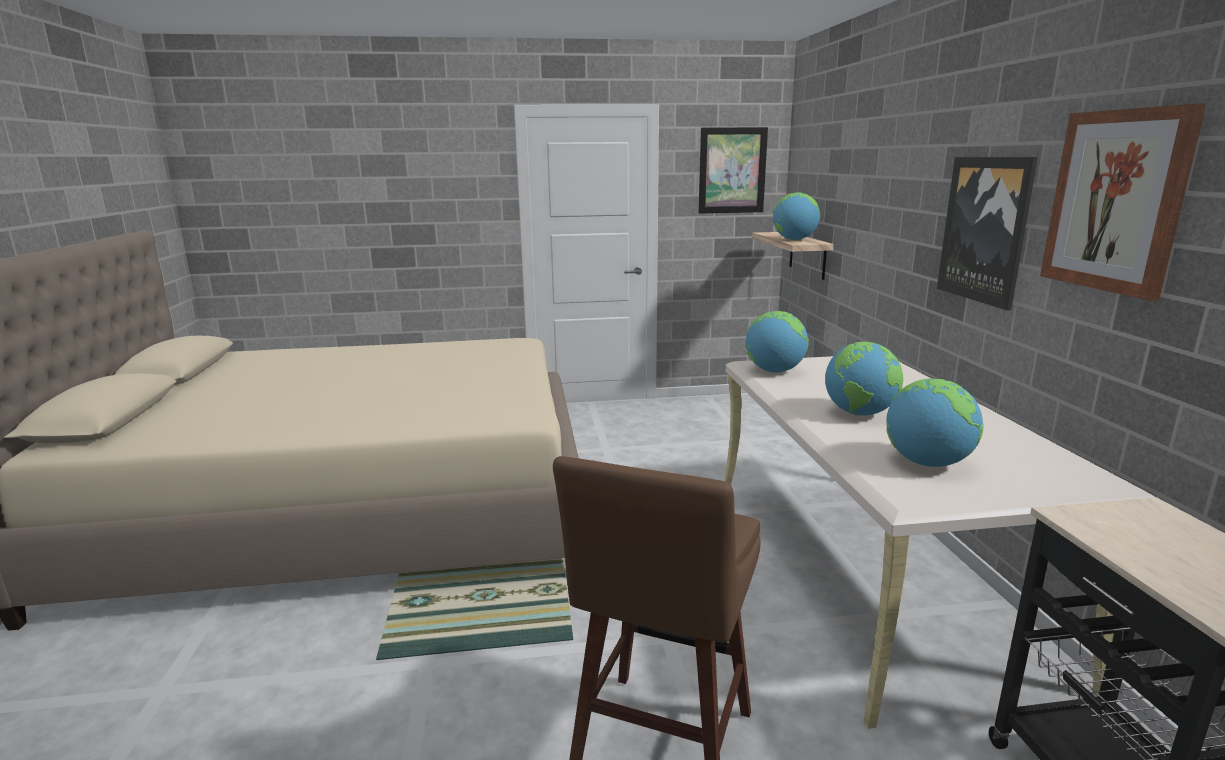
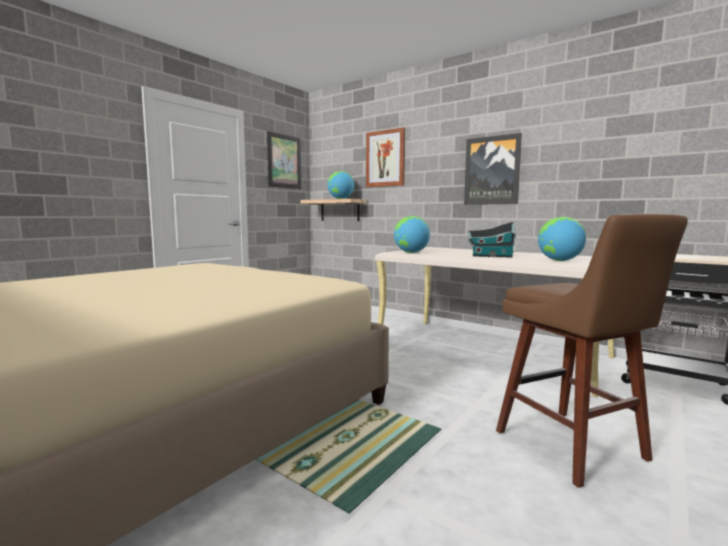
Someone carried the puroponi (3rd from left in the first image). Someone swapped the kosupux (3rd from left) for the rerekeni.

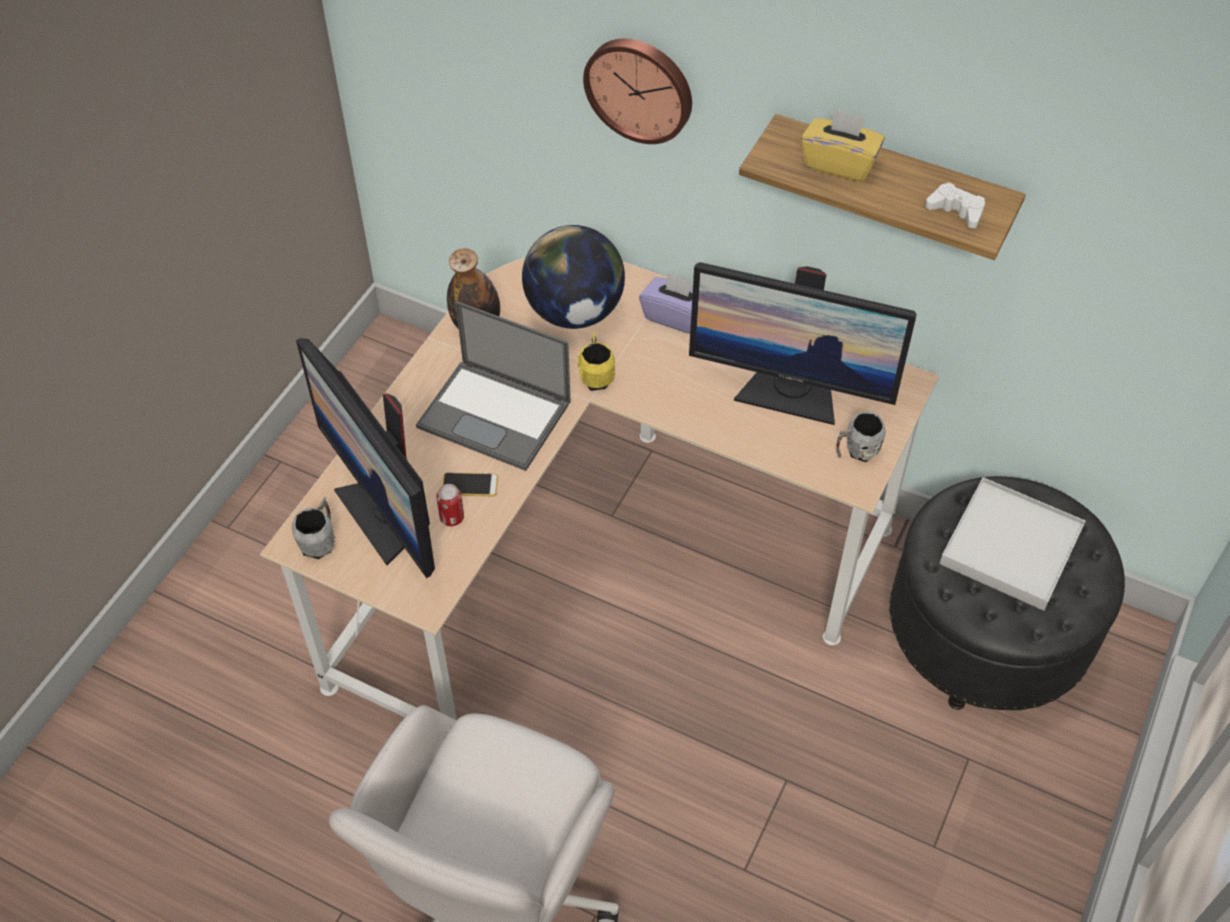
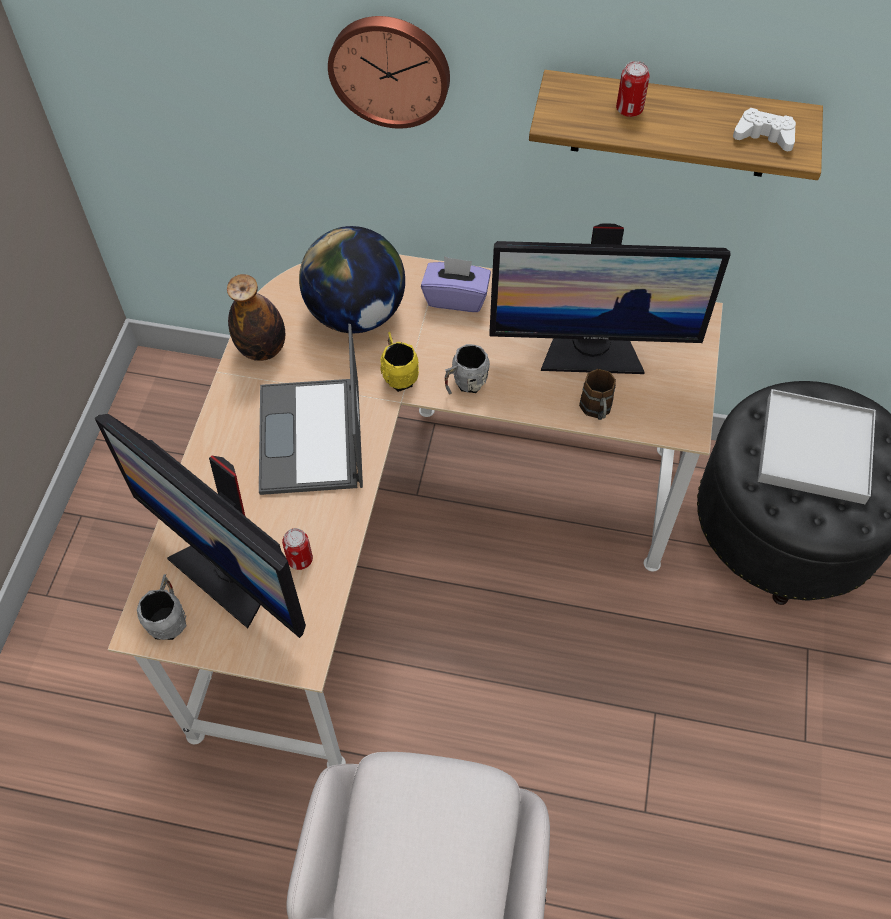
Someone rotated the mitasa by 75 degrees clockwise. Someone carried the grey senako (2nd from left). Someone put down the brown senako. Someone swapped the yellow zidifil for the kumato (2nd from left). Someone took away the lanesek.

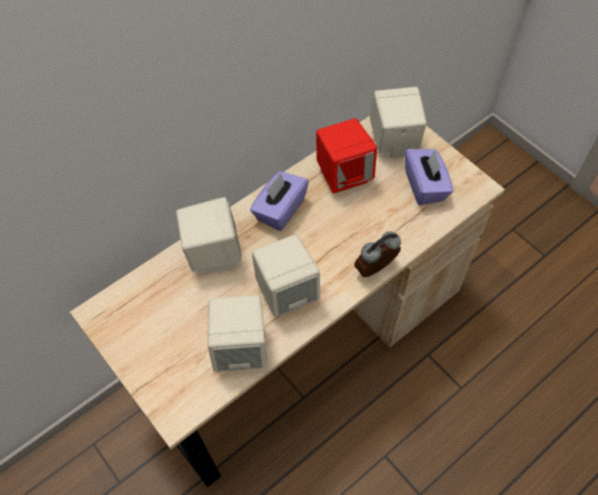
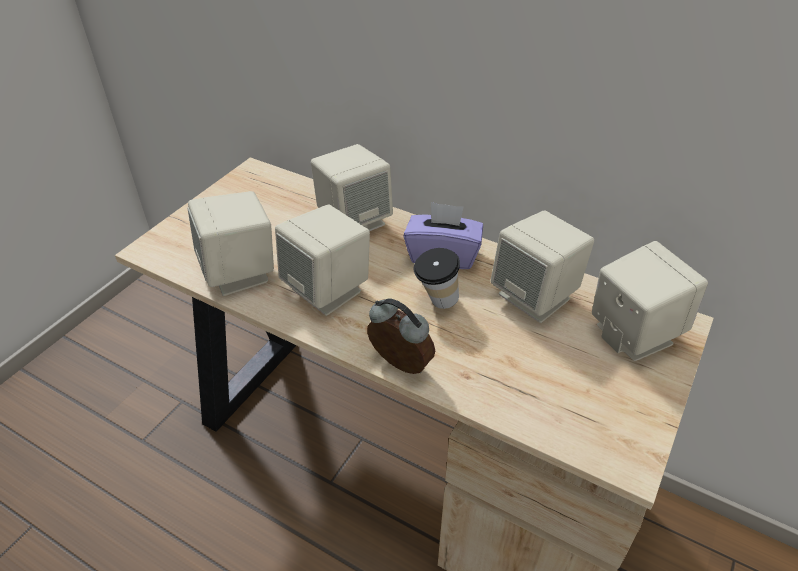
Someone put down the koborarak. Someone repainted the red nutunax, which became the beige nutunax (4th from left). Someone took away the purple zidifil (2nd from left).

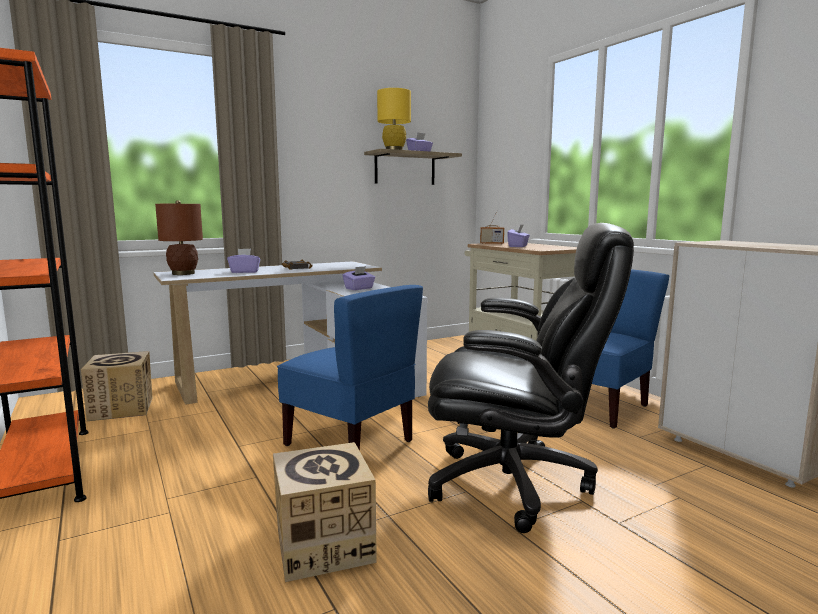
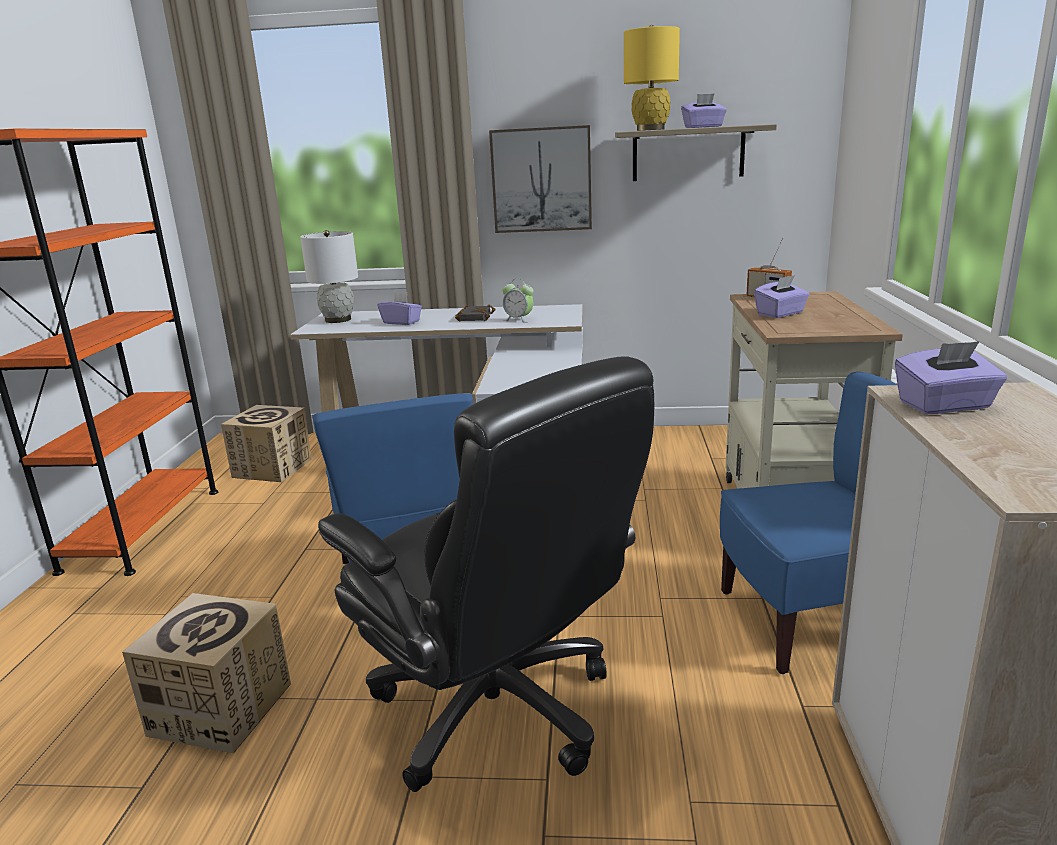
Someone repainted the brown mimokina, which became the white mimokina. Someone put up the puroponi. Someone put down the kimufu. Someone carried the purple zidifil (2nd from left in the first image).

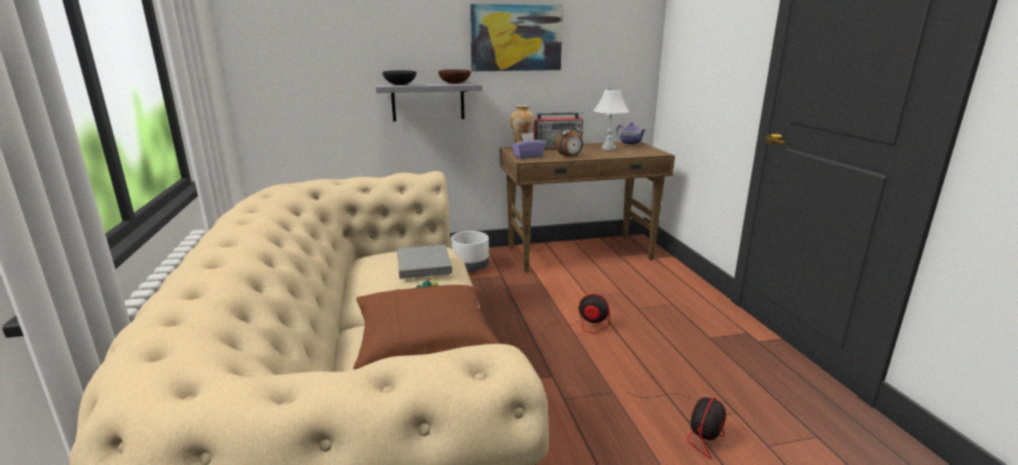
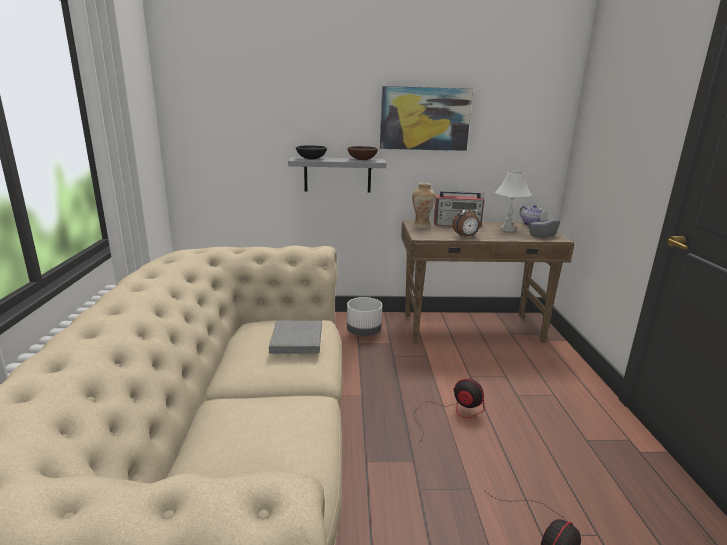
Someone put down the grey zidifil. Someone took away the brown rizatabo. Someone took away the purple zidifil.

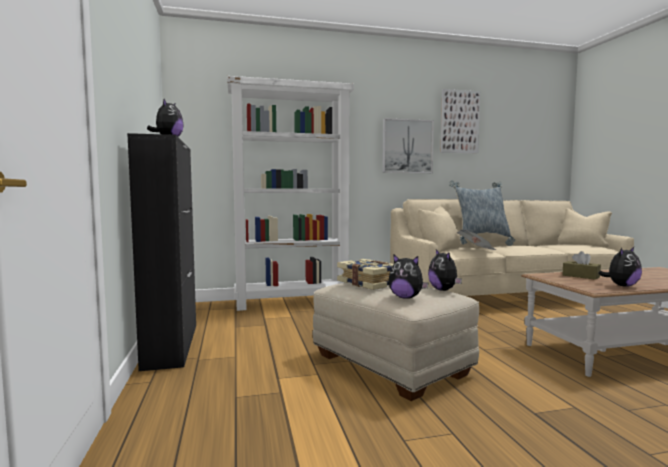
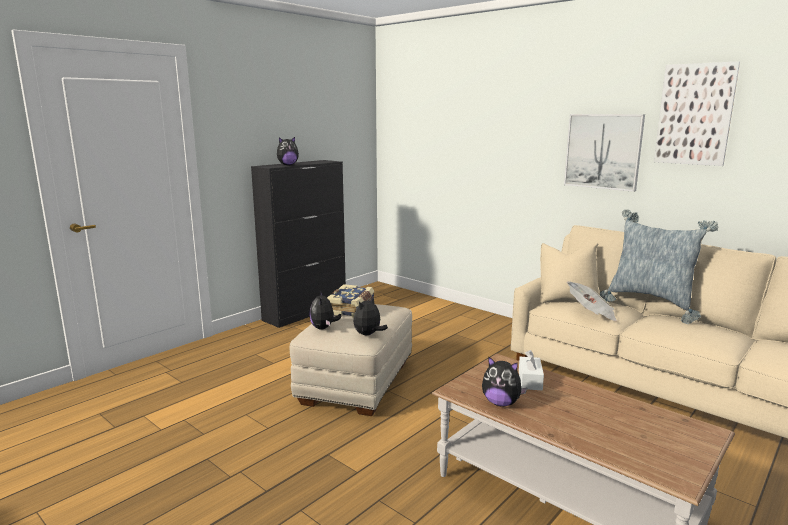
Someone repainted the brown zidifil, which became the white zidifil. Someone took away the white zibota.

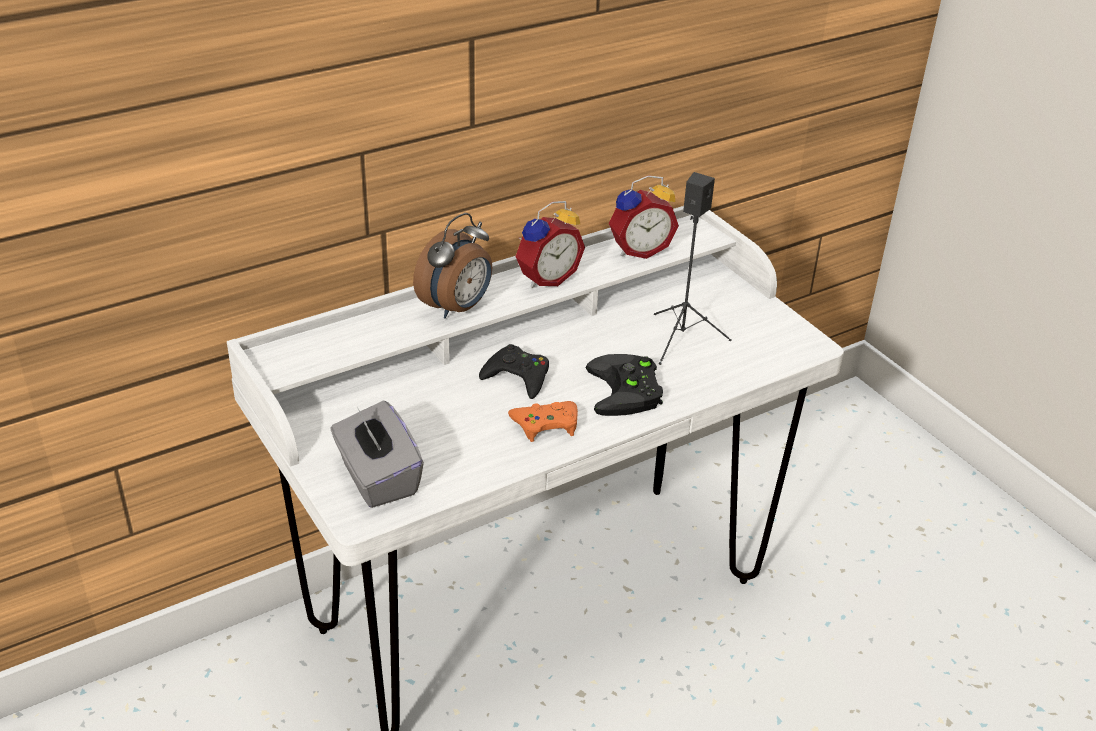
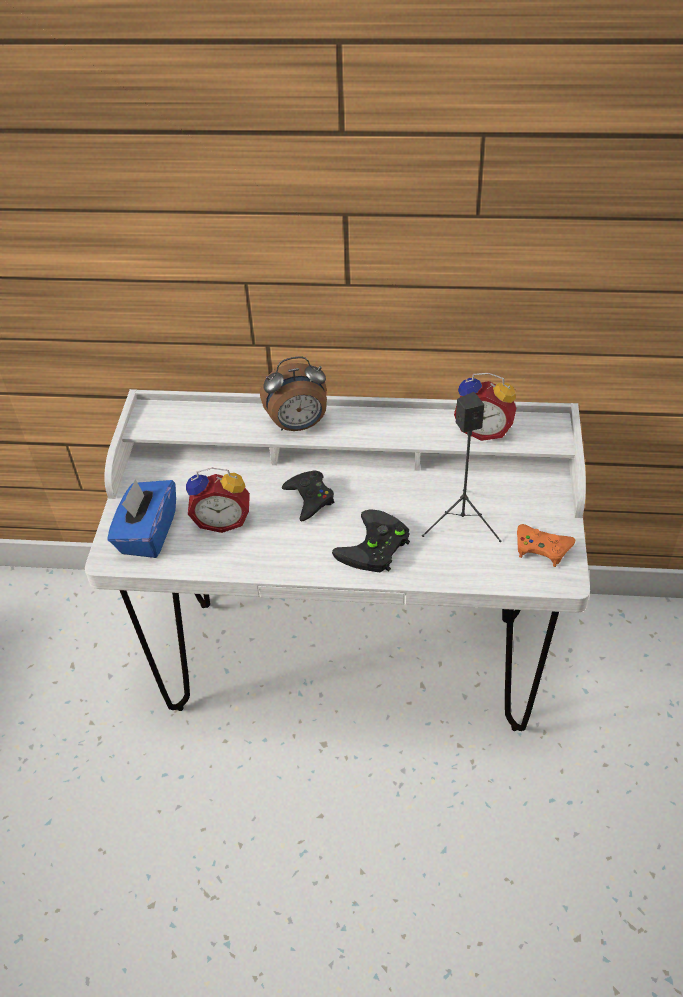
Someone repainted the grey zidifil, which became the blue zidifil. Someone carried the kimufu (2nd from left in the first image). Someone carried the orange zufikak.

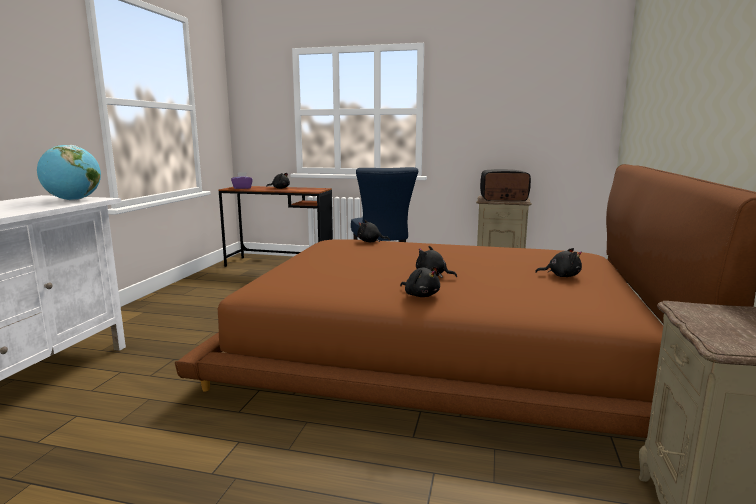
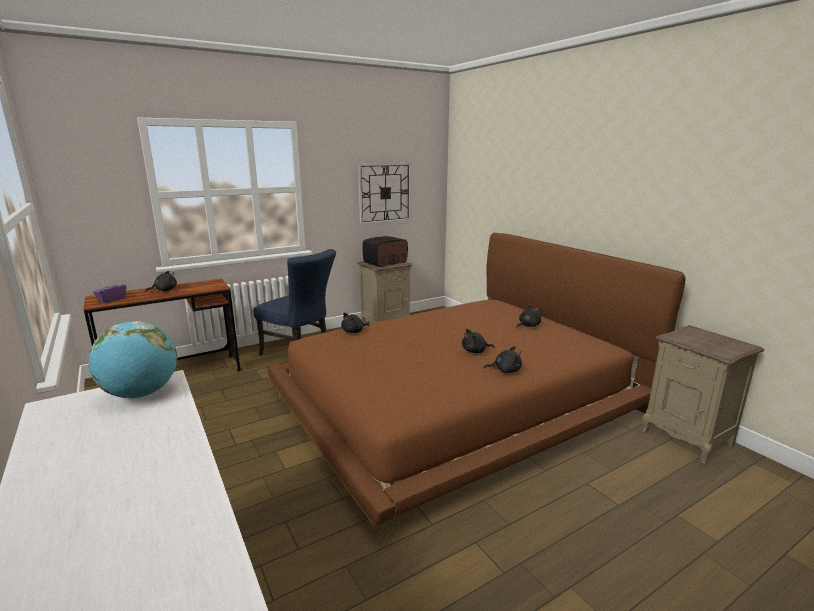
Someone put up the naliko.

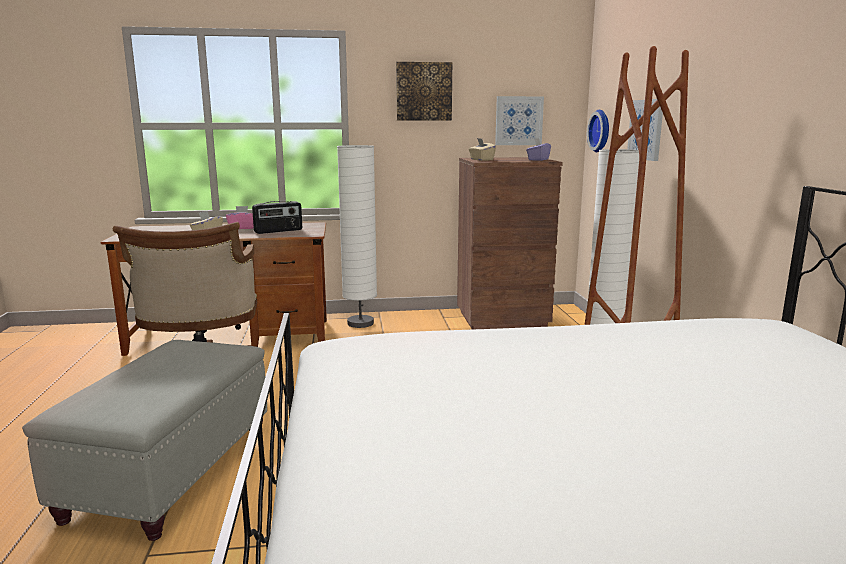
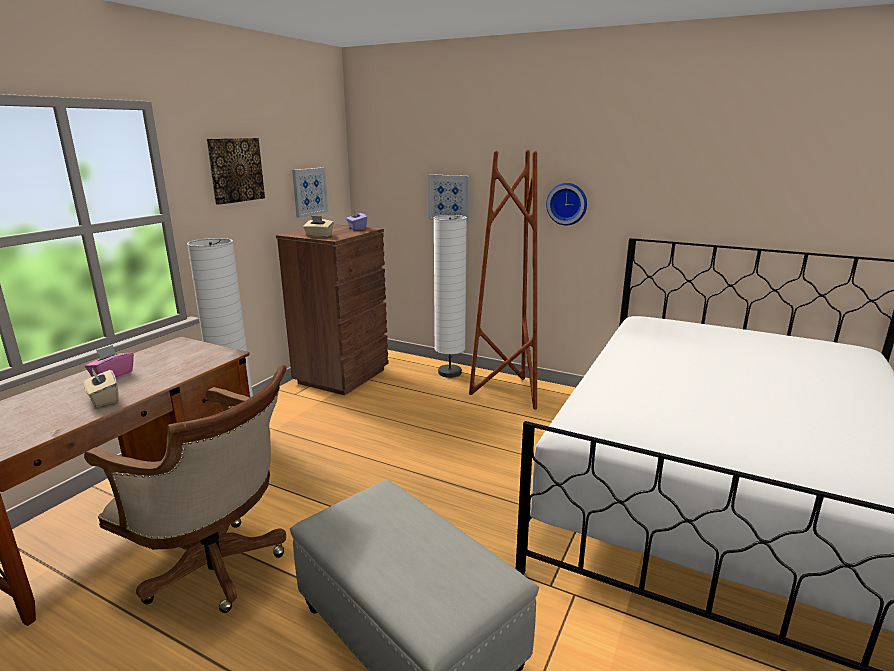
Someone carried the naliko. Someone took away the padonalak.

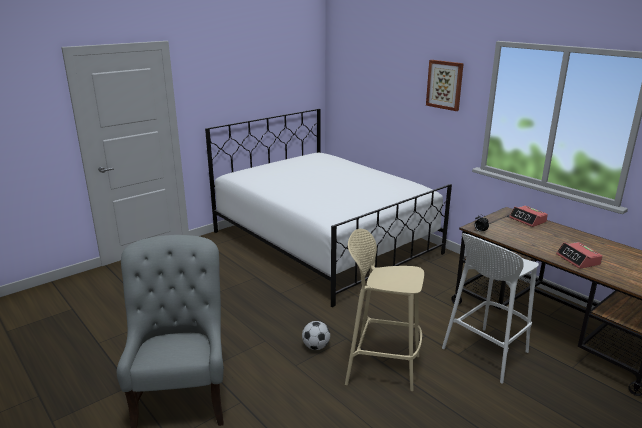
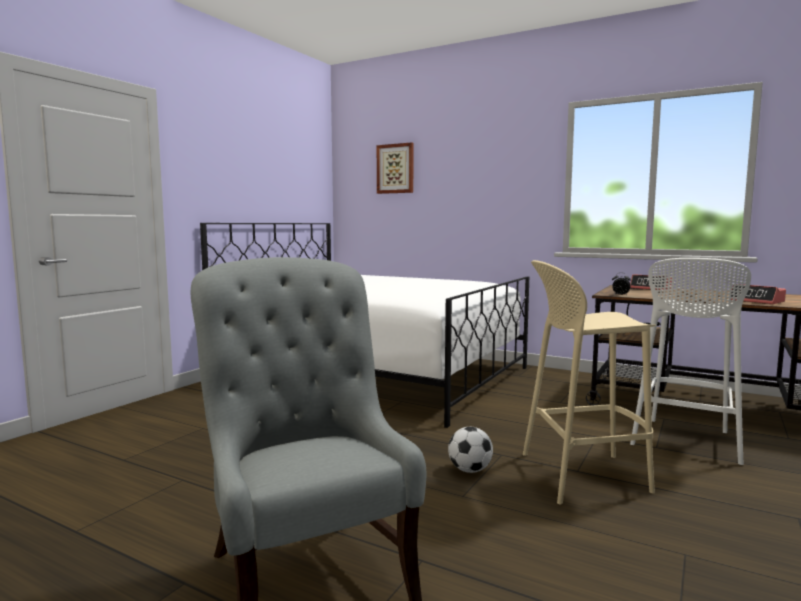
Someone carried the puroponi.

